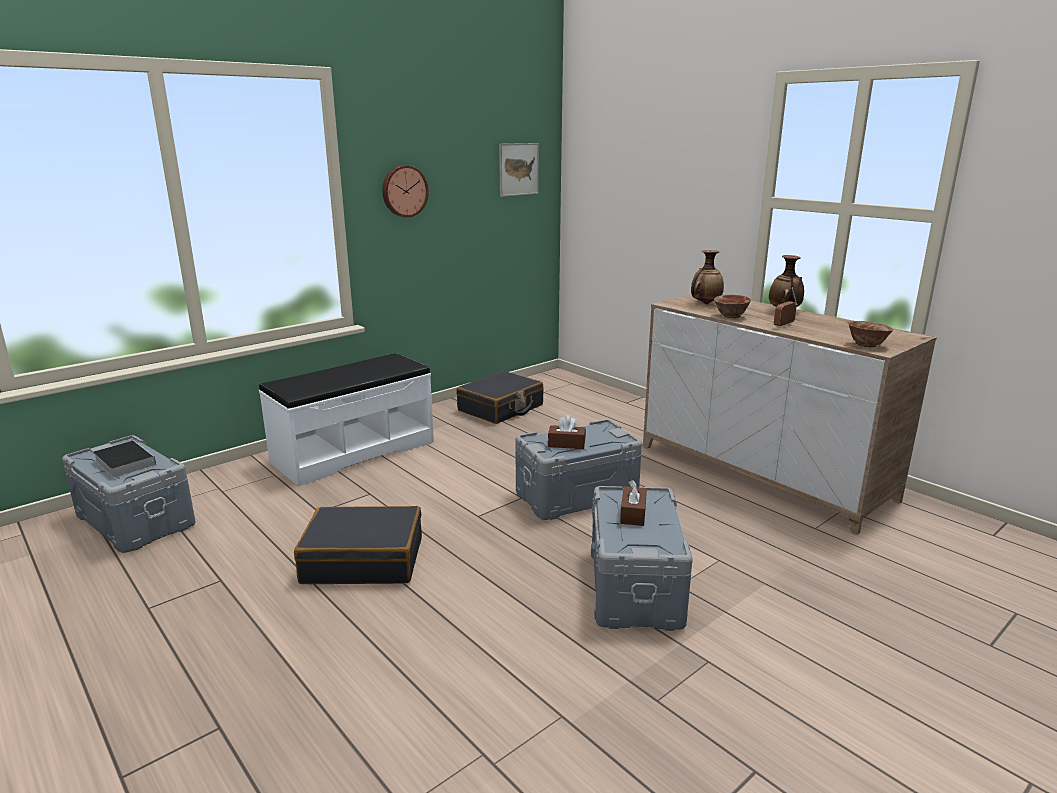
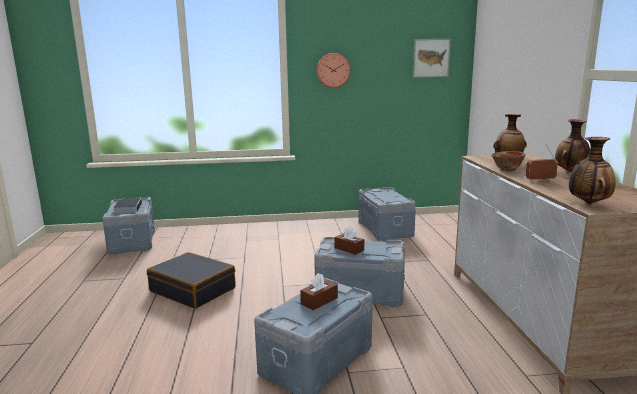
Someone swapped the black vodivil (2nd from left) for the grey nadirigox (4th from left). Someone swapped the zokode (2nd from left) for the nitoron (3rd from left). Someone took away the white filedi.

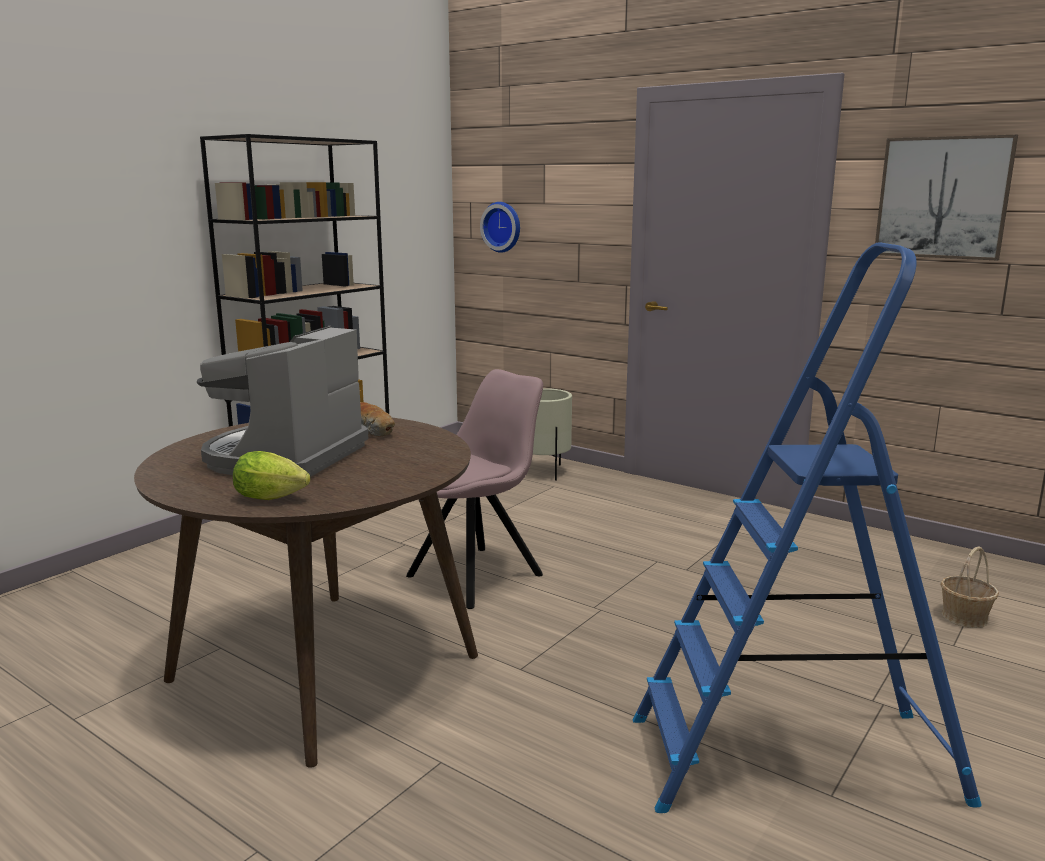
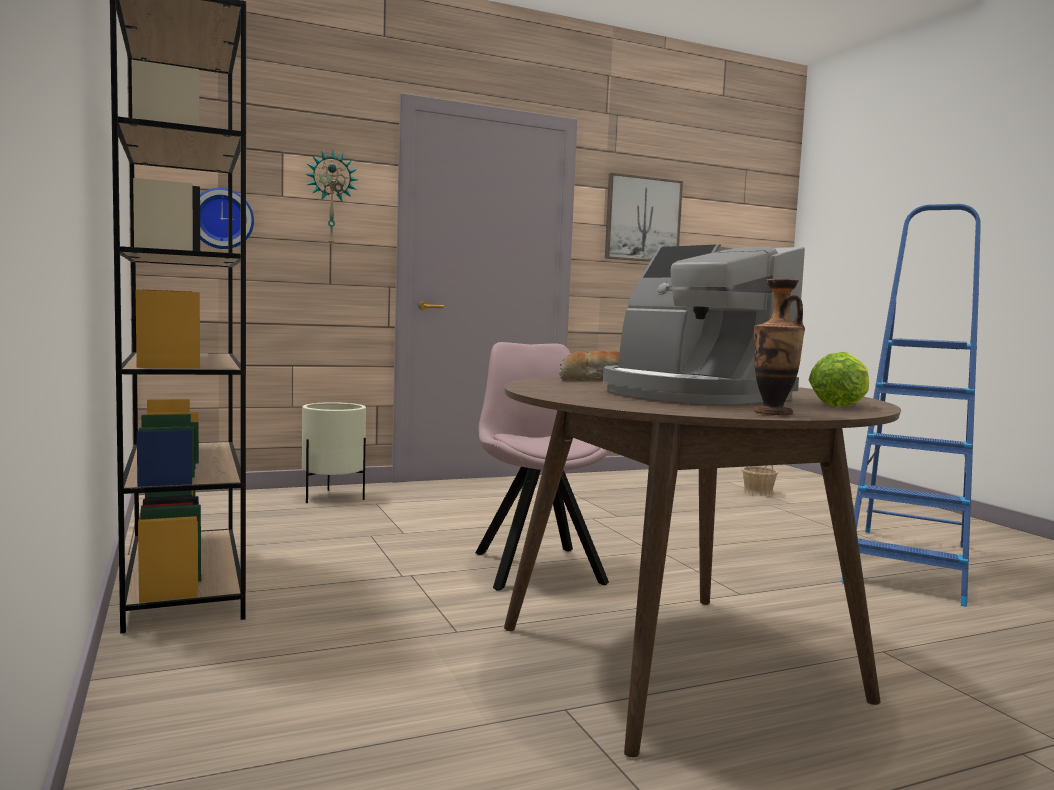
Someone put up the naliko (2nd from left). Someone put down the nitoron.

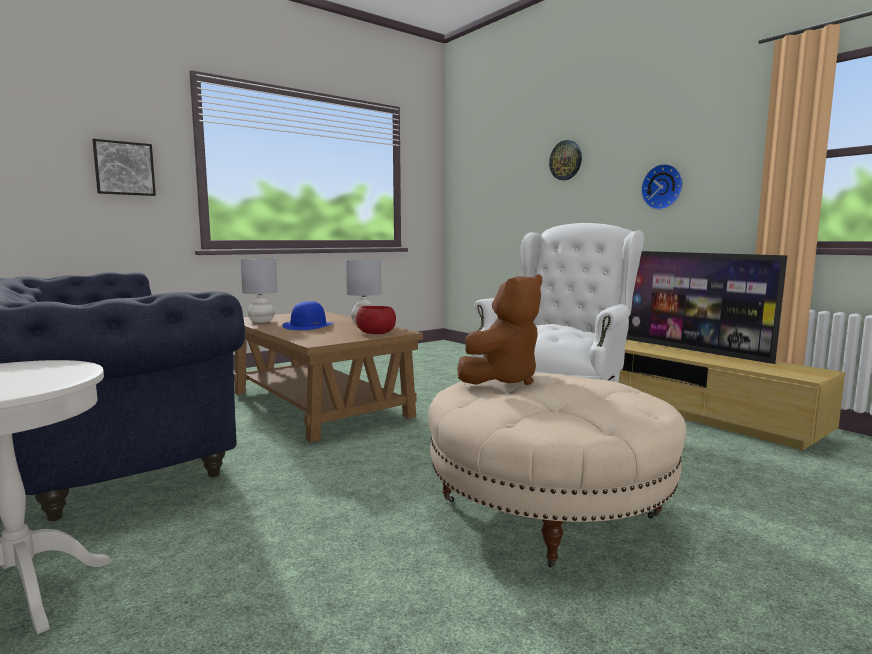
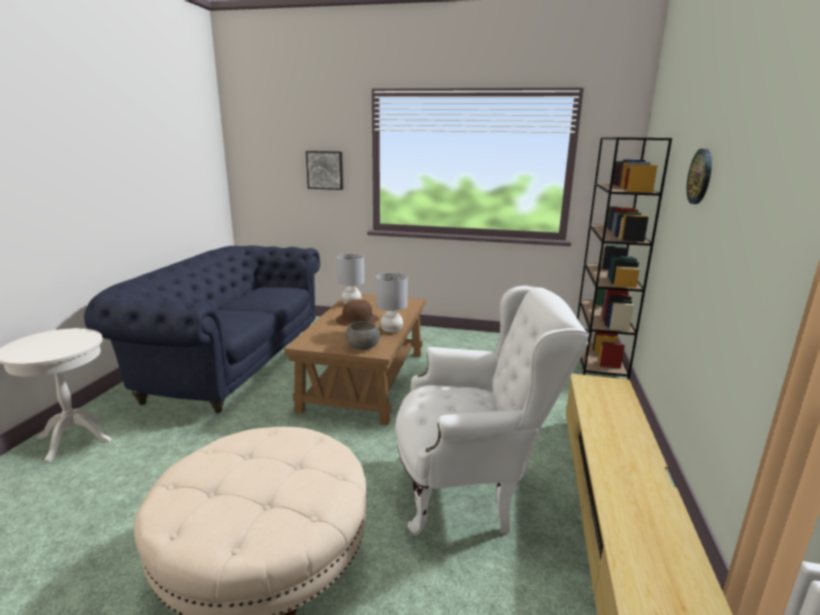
Someone repainted the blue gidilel, which became the brown gidilel. Someone repainted the red zokode, which became the grey zokode. Someone put down the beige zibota. Someone took away the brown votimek. Someone took away the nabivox. Someone took away the naliko (2nd from left).

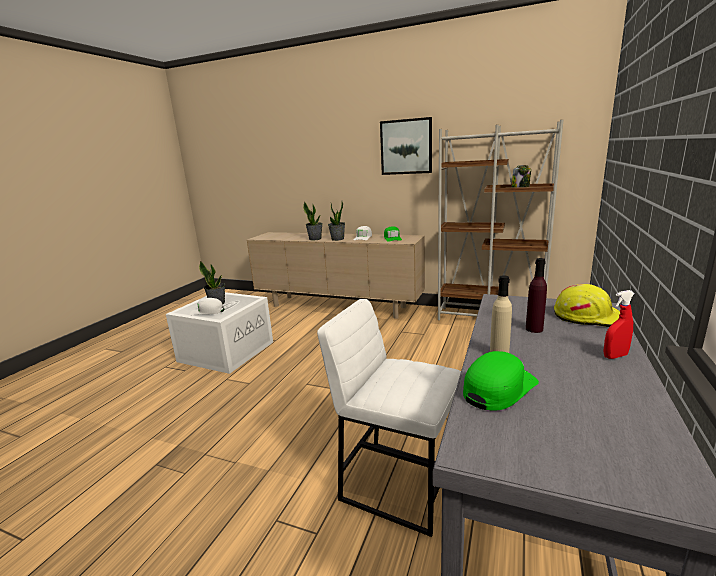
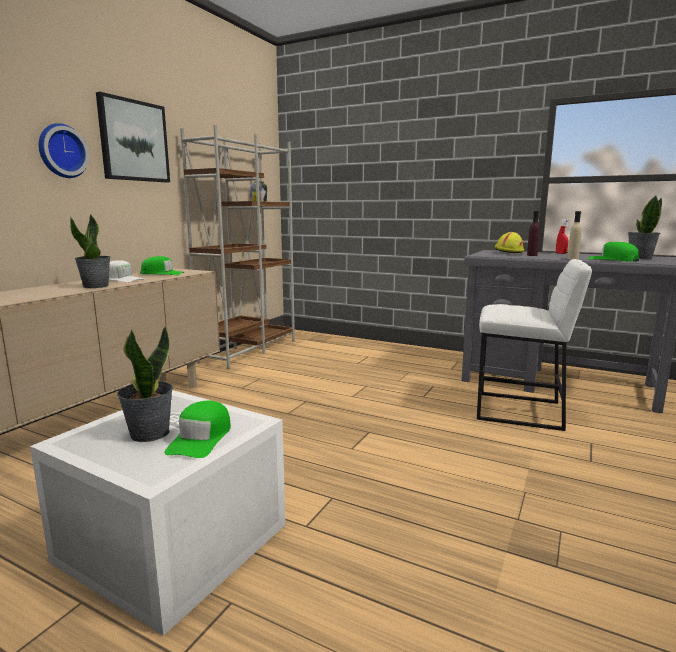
Someone put up the naliko. Someone repainted the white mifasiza (1st from left), which became the green mifasiza (2nd from left). Someone rotated the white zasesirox by 105 degrees counterclockwise. Someone carried the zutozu (2nd from left in the first image).

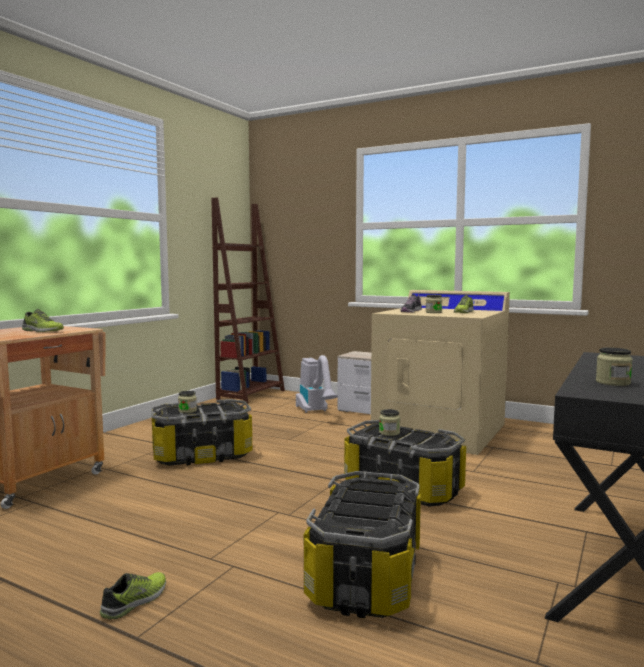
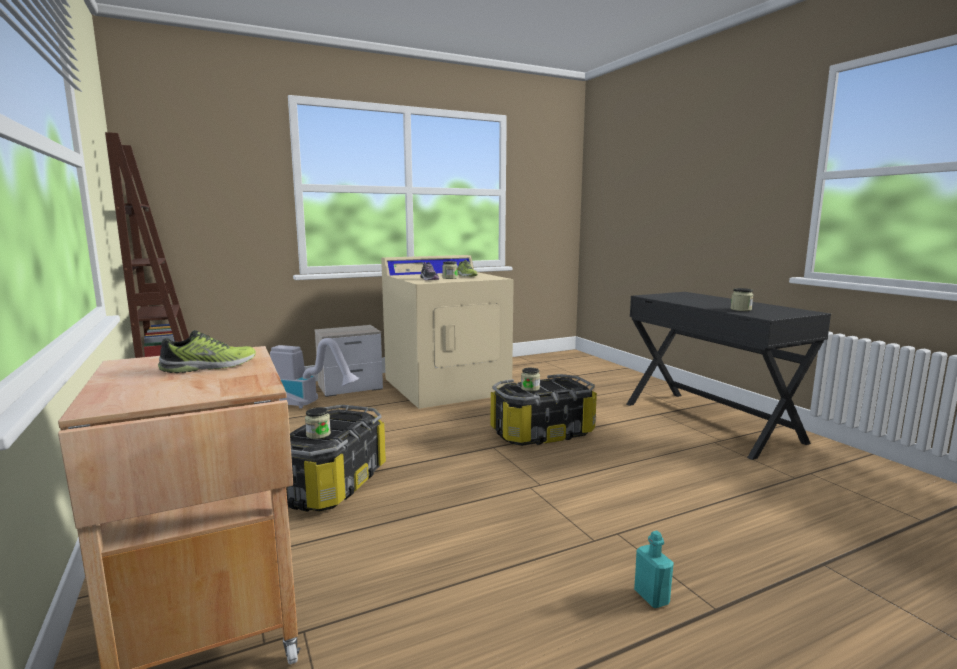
Someone swapped the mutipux (2nd from left) for the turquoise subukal. Someone took away the nadirigox (2nd from left).

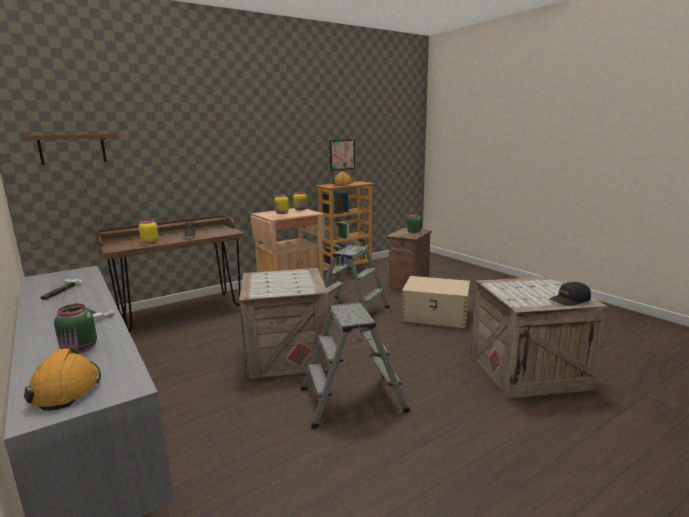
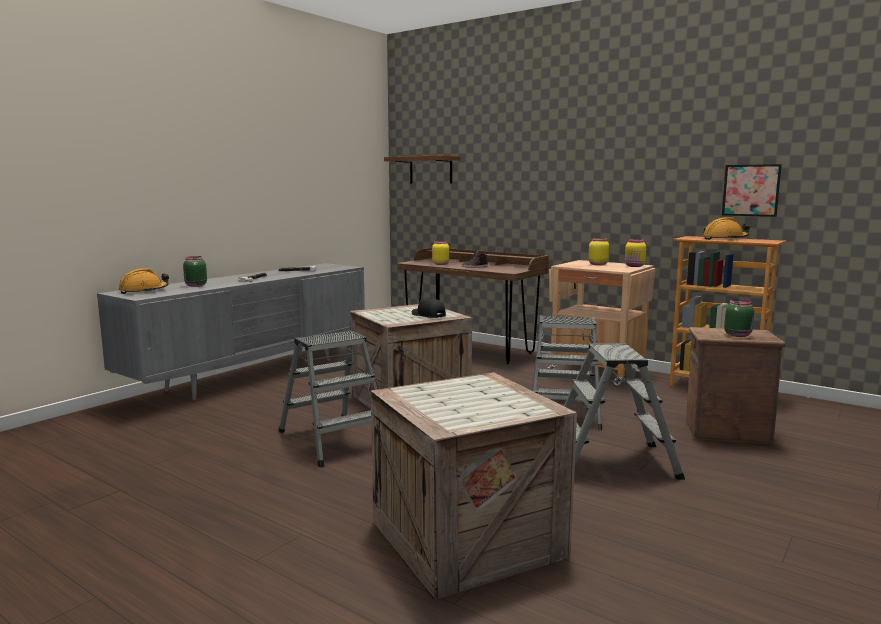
Someone carried the black mifasiza. Someone swapped the beige nadirigox for the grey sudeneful (3rd from left).

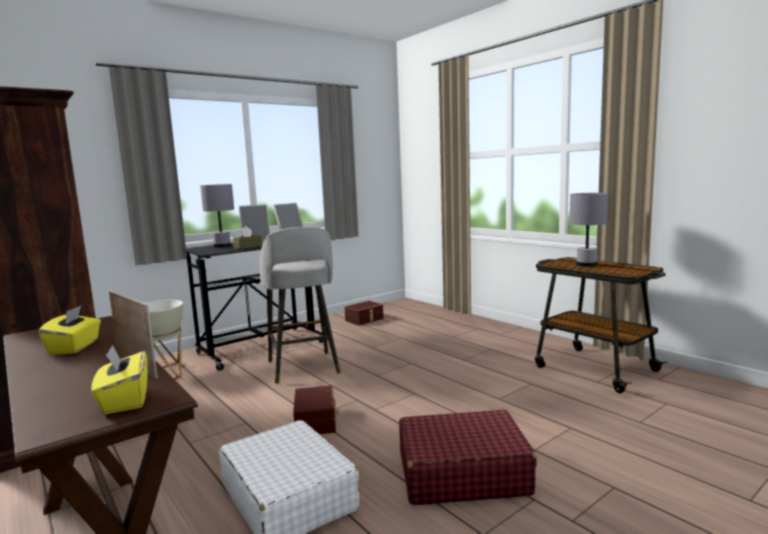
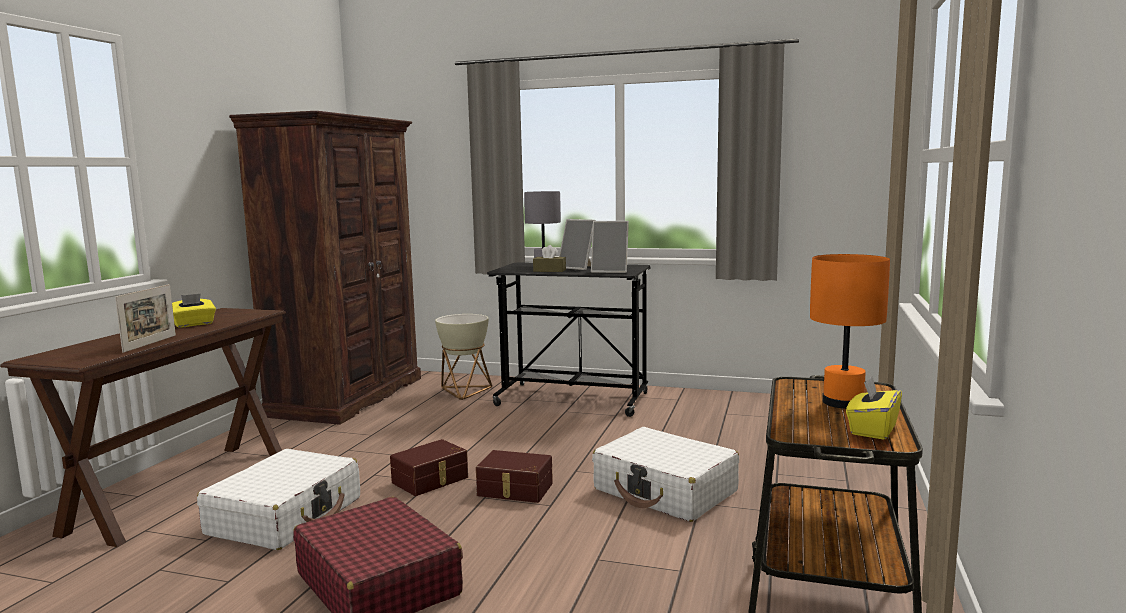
Someone carried the brown nadirigox (2nd from left). Someone put down the white vodivil (2nd from left). Someone repainted the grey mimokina (2nd from left), which became the orange mimokina. Someone carried the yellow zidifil (2nd from left). Someone took away the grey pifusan.

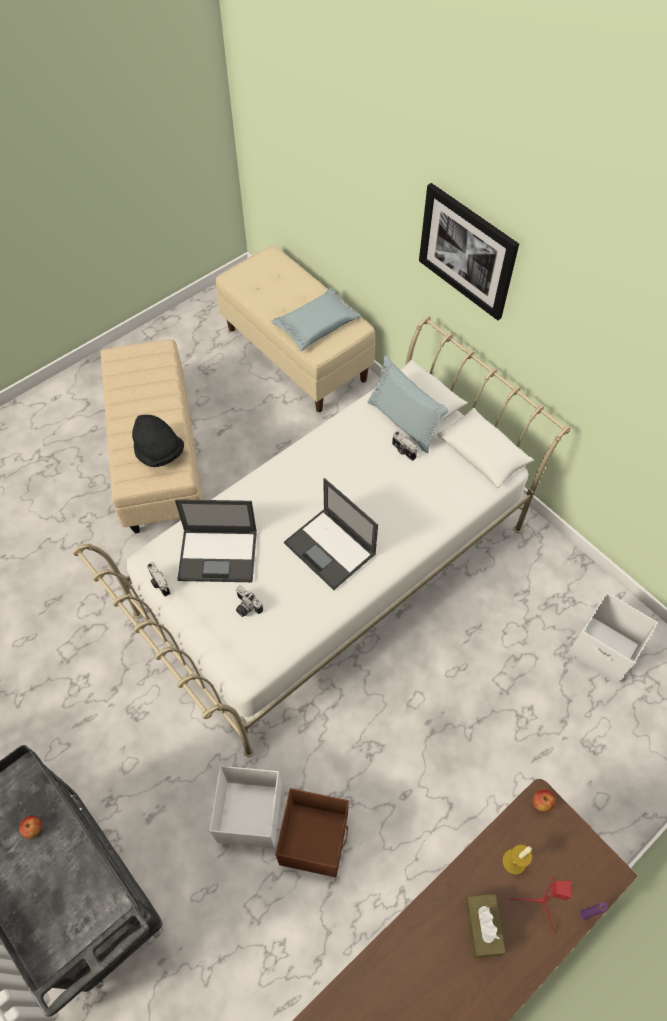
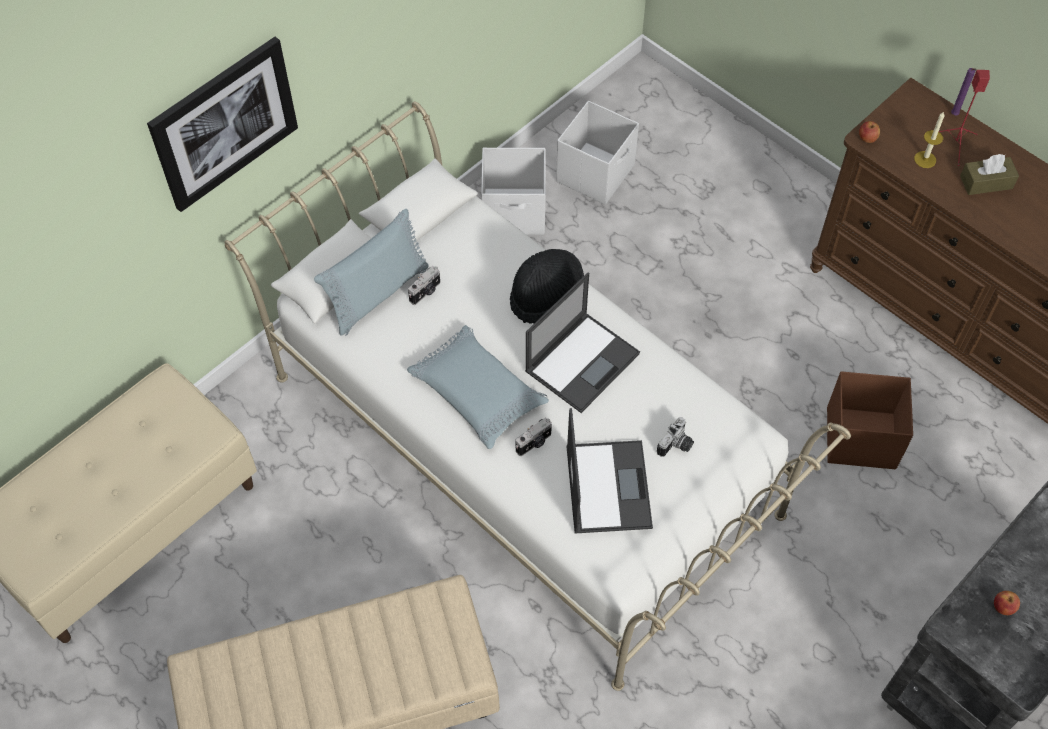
Someone carried the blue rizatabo (1st from left in the first image). Someone carried the white nadirigox (1st from left). Someone carried the black gidilel. Someone carried the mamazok (1st from left in the first image).

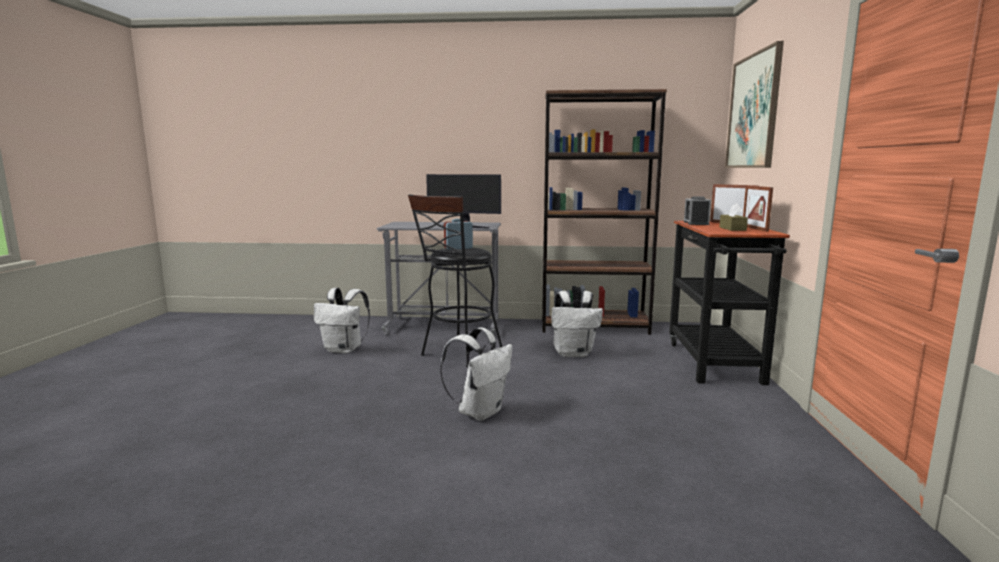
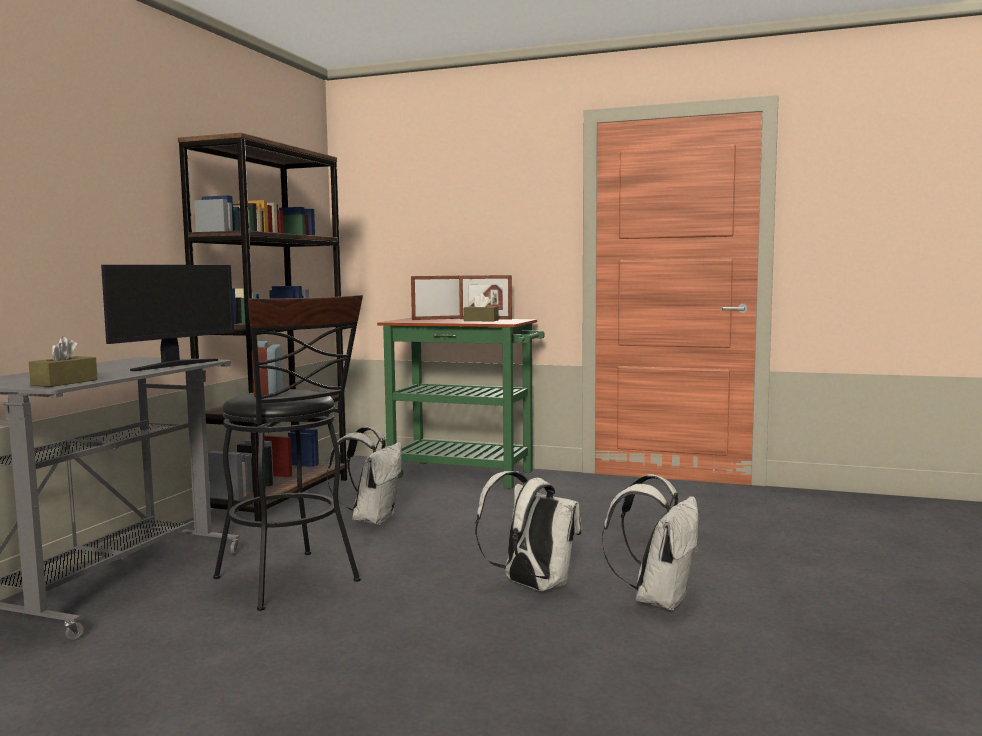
Someone put down the brown zidifil (1st from left). Someone repainted the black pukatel, which became the green pukatel. Someone carried the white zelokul (1st from left in the first image). Someone took away the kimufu (2nd from left). Someone took away the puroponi.

